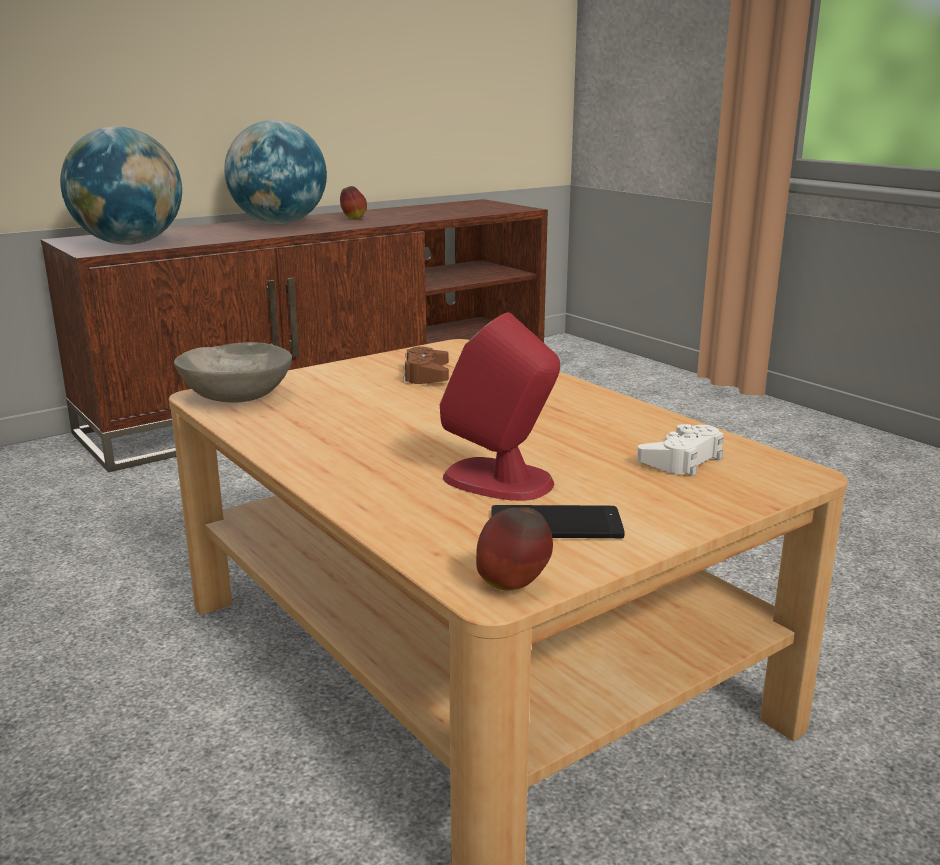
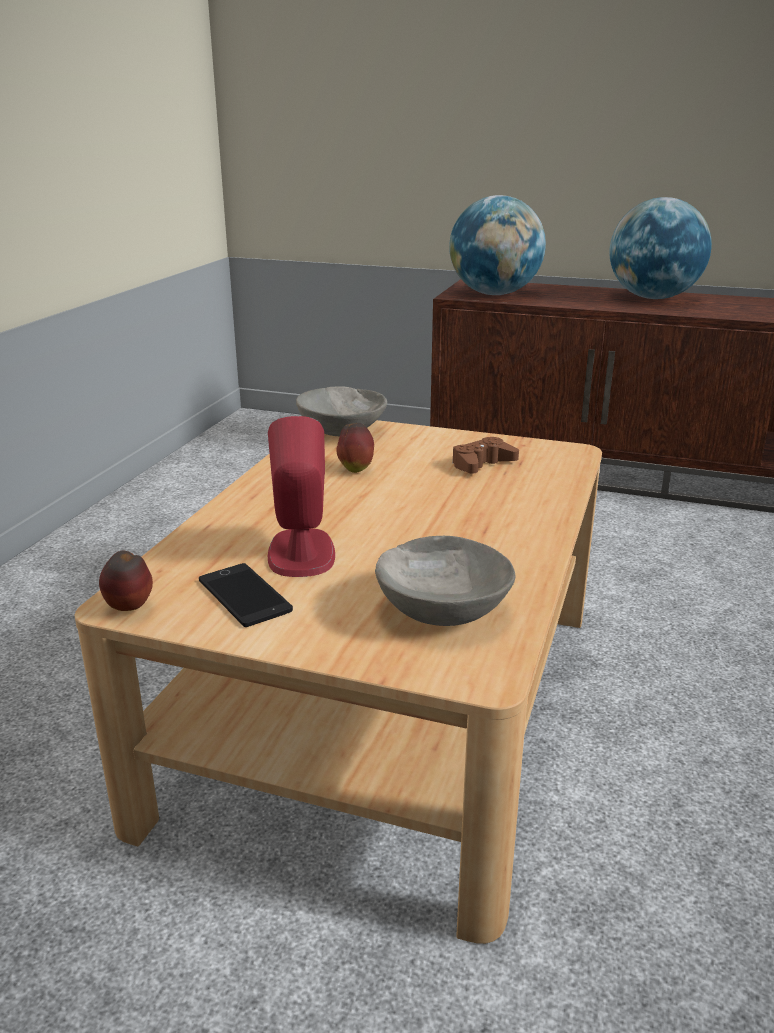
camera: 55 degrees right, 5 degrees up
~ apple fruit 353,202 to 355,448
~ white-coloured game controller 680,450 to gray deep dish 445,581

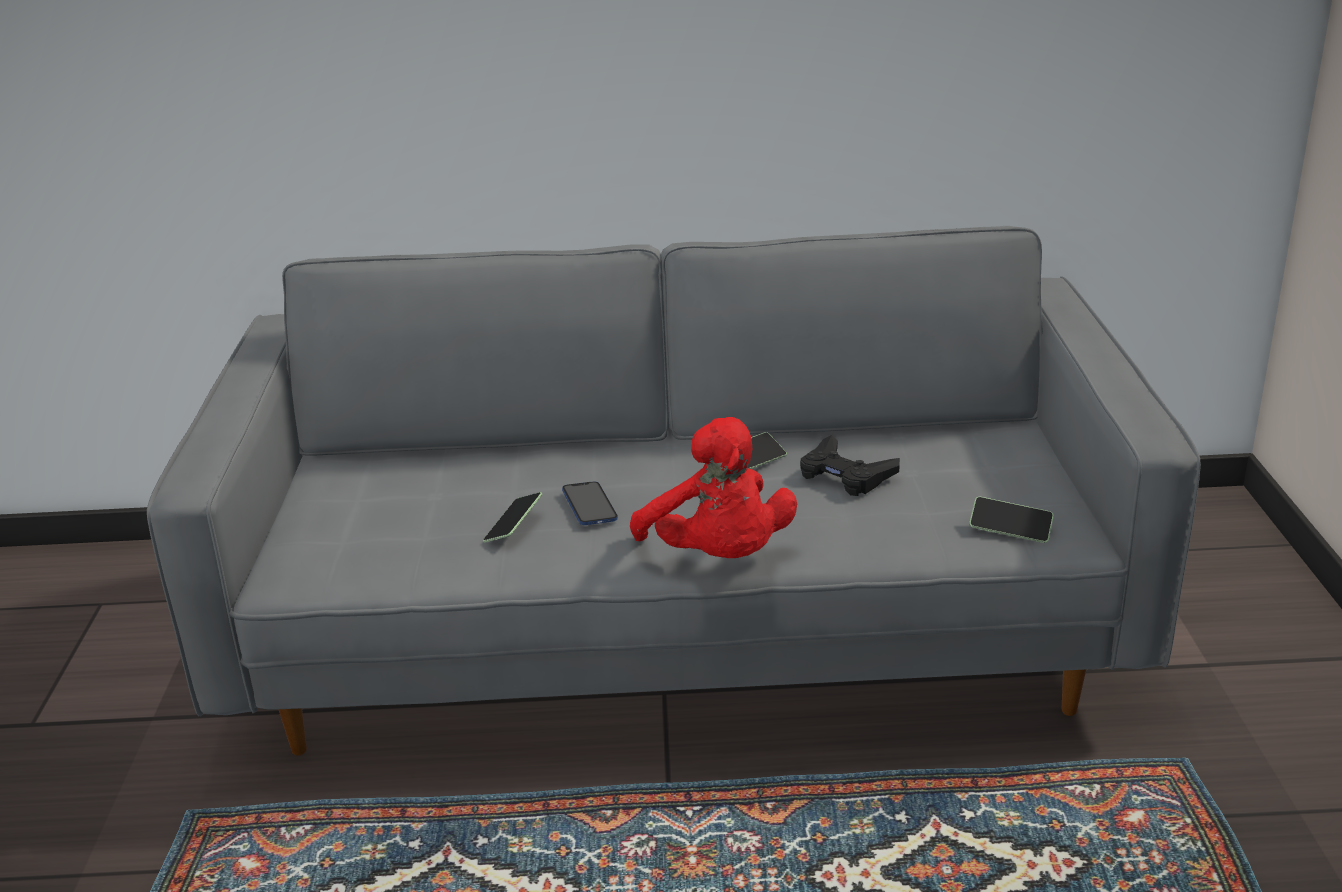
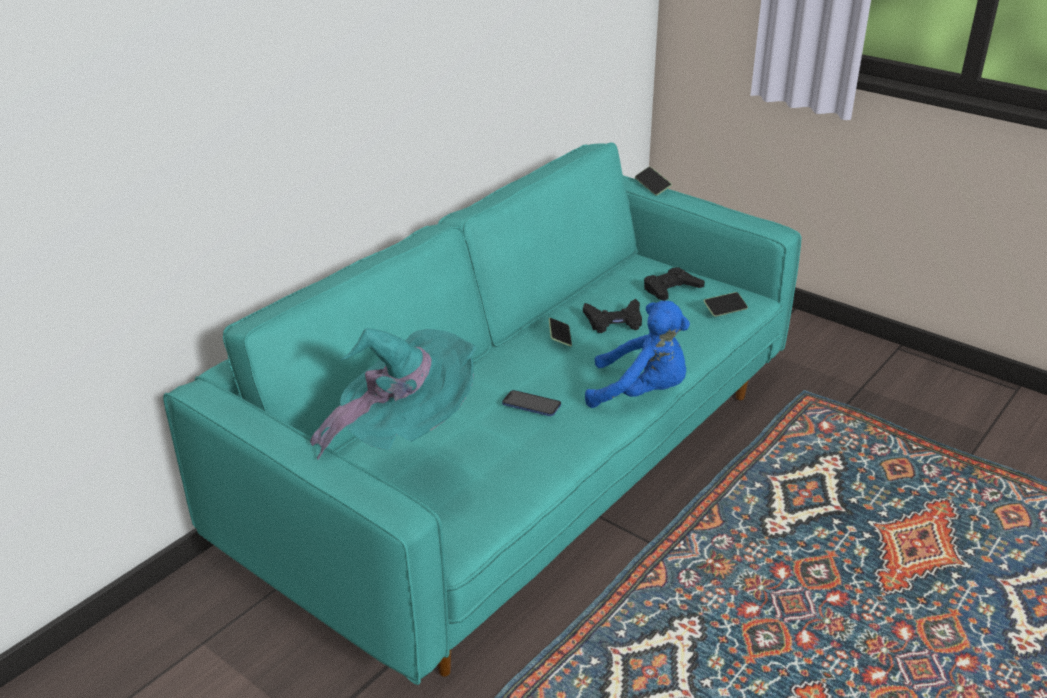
camera: 50 degrees left, 5 degrees up
~ gray settee 674,491 to turquoise settee 482,414
+ turquoise clothing hat 393,394
~ reddish plush toy 713,487 to blue-coloured plush toy 637,354
~ handset 512,517 to 653,181
+ black-coloured game controller 674,284

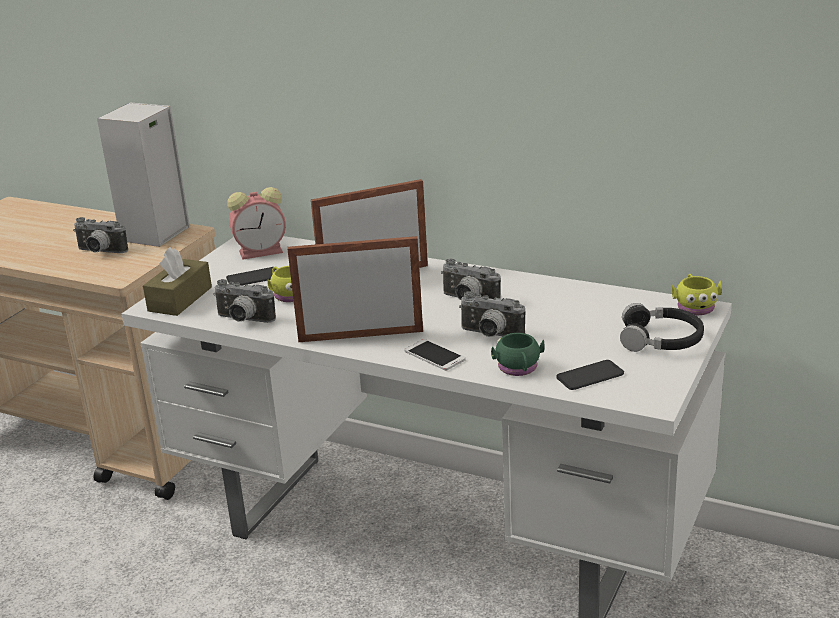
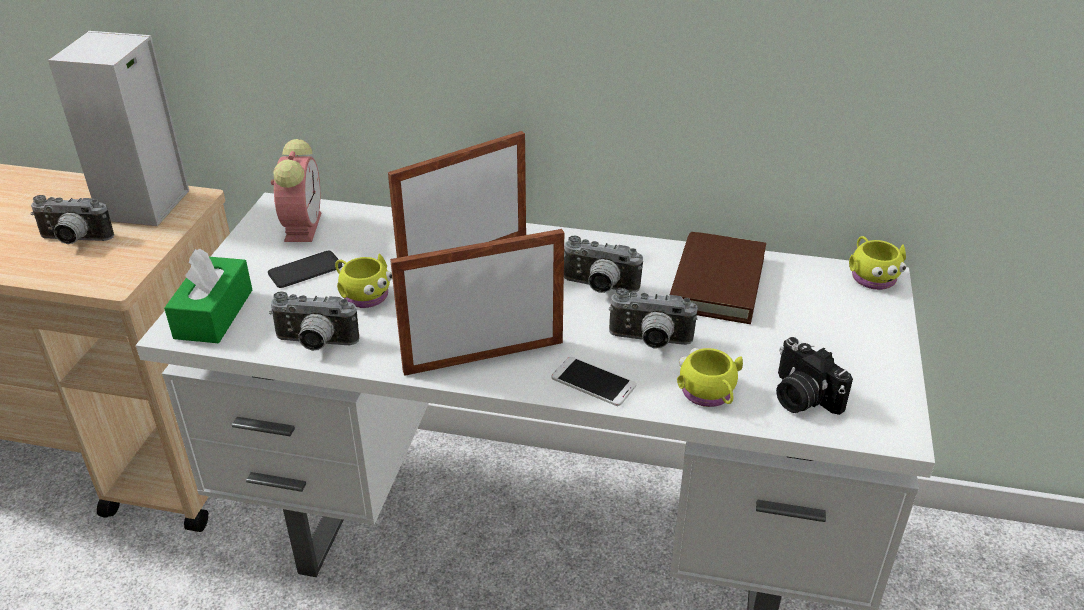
camera: 15 degrees left, 10 degrees up
~ brownish tissue holder 177,281 to green tissue holder 208,296
~ table clock 256,223 = 296,190 60 degrees counterclockwise
+ brownish bound book 718,278
~ green mug 518,354 to yellow-coloured mug 710,377
~ handset 590,375 to still camera 814,376
- black-coloured headset 662,327

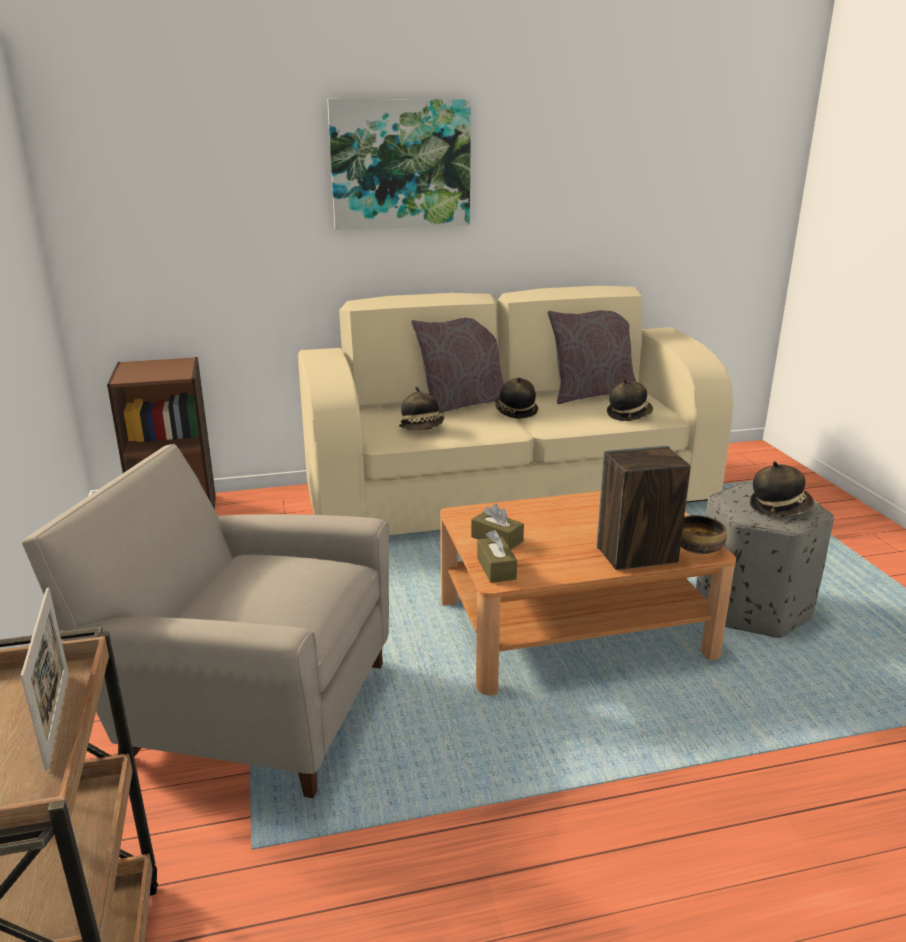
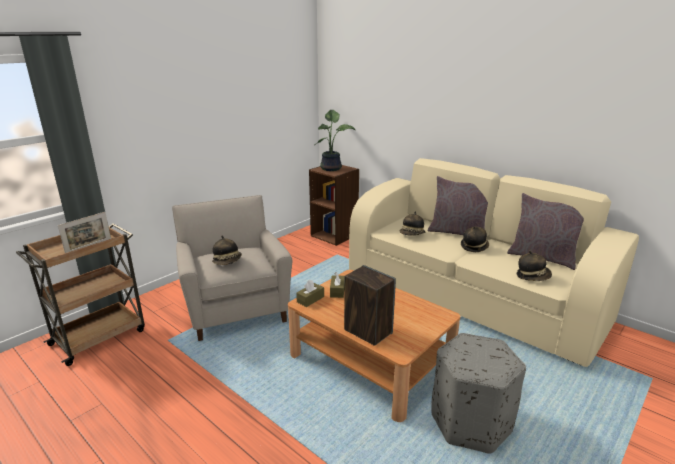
camera: 55 degrees right, 0 degrees up
~ clothing hat 782,489 to 227,250
+ houseplant 334,140
- wall picture 399,164
- deep dish 704,534

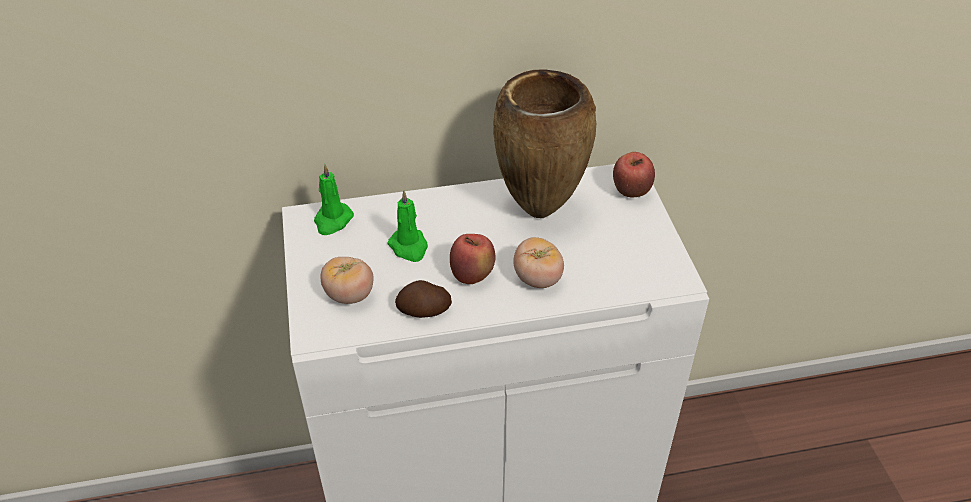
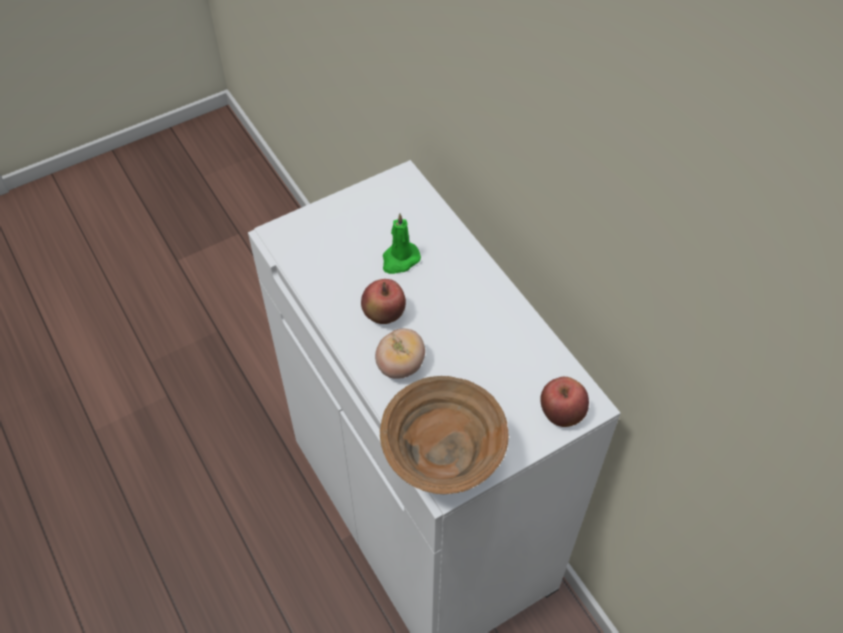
camera: 70 degrees right, 10 degrees up
+ brownish deep dish 444,435
- green wax light 334,199
- fresh tomato 347,280
- potato 423,299
- brownish vase 544,144

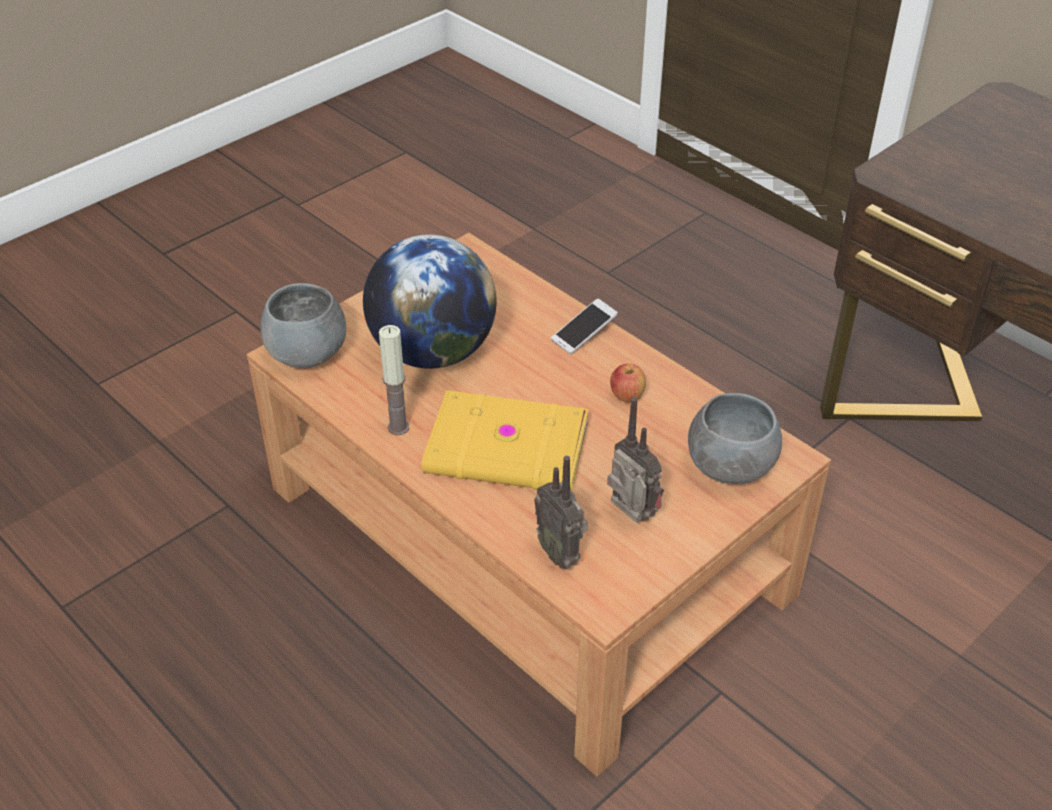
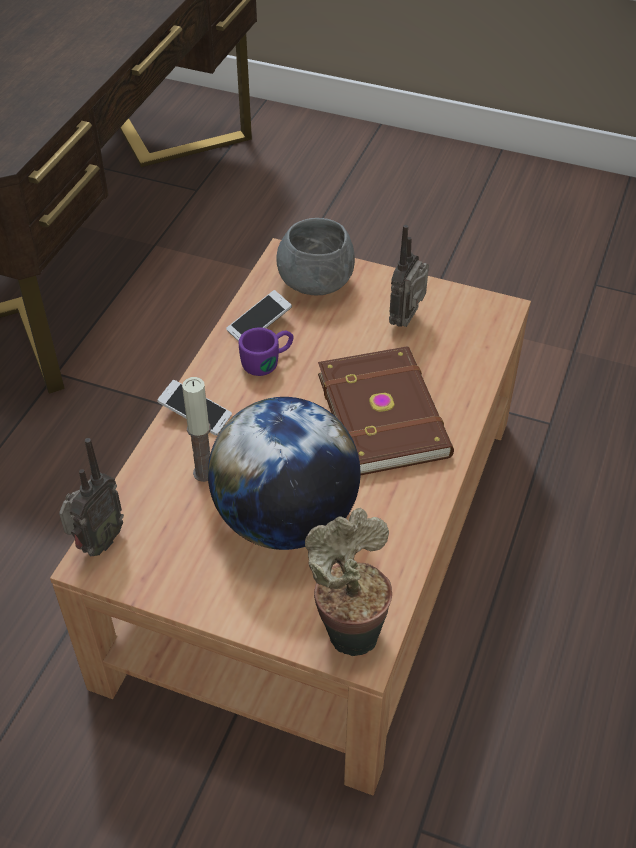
camera: 115 degrees left, 5 degrees up
~ radio receiver 561,512 to 91,497
~ wax light 394,380 to 196,429
+ handset 259,316
~ apple fruit 628,383 to purplish mug 266,351
~ gray deep dish 303,325 to houseplant 348,582
~ yellow-coloured bound book 505,440 to brownish bound book 386,410

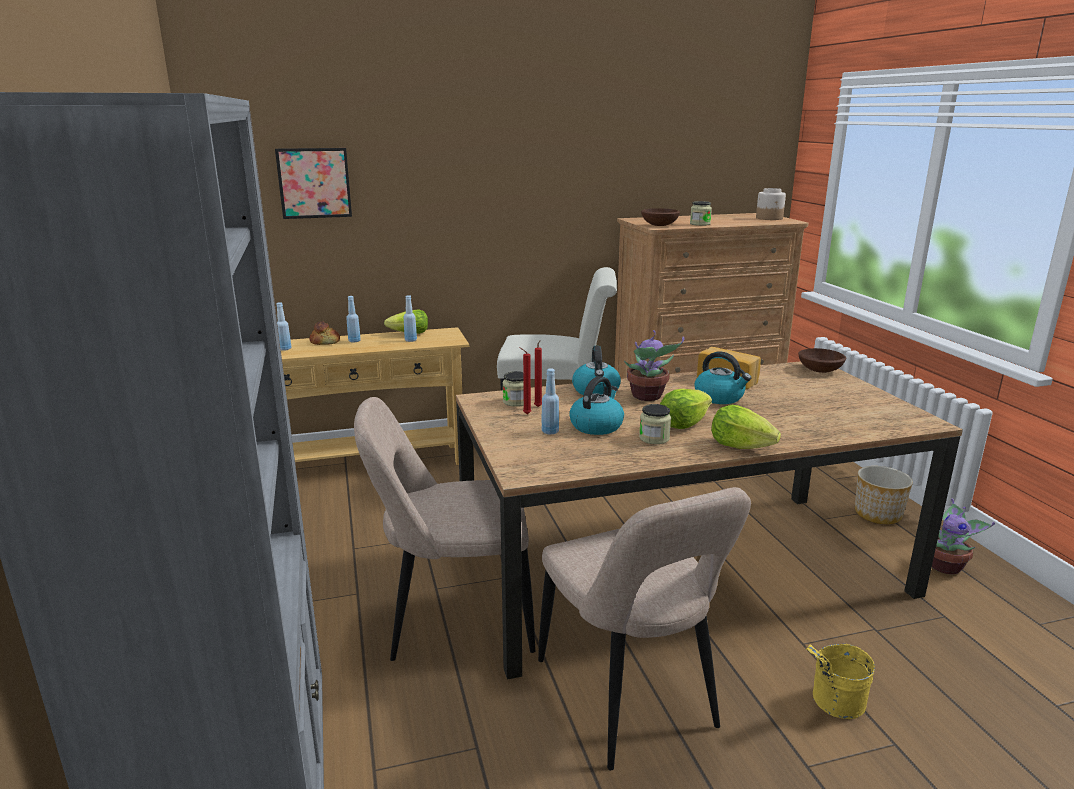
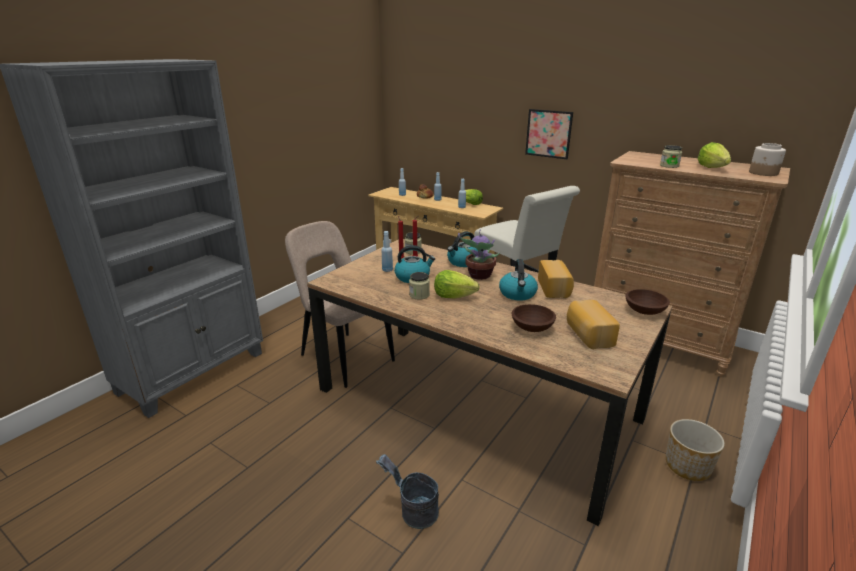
camera: 50 degrees right, 5 degrees up
~ yellow-coloured pail 840,681 to gray pail 407,491
~ brownish deep dish 660,217 to 534,318
~ wall picture 313,183 to 549,134
+ baked bread 593,324
~ head of lettuce 746,427 to 714,155
- beige chair 644,628
- houseplant 963,536

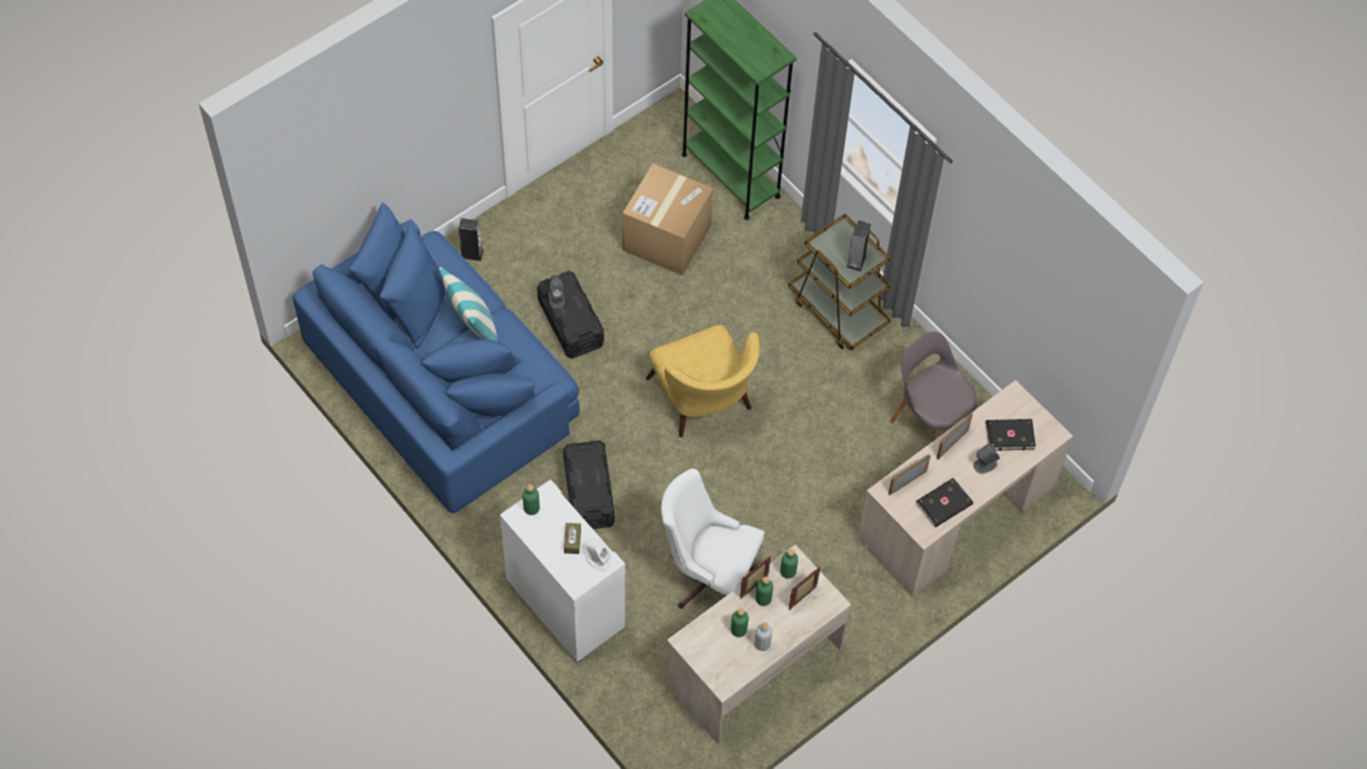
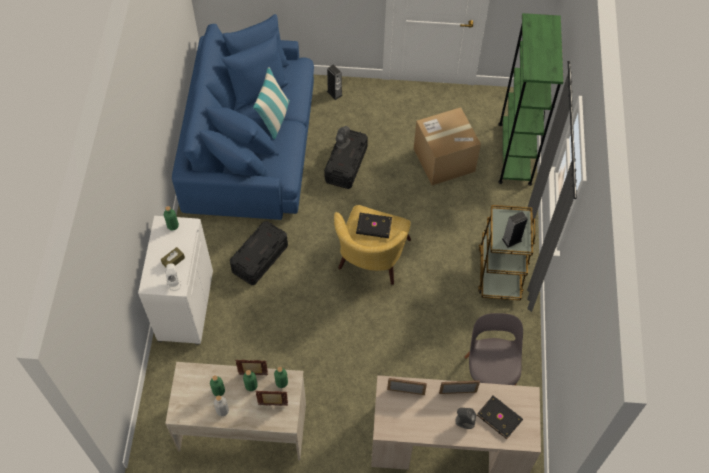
camera: 45 degrees right, 0 degrees up
~ black-coloured bound book 944,503 to 374,225
- white-coloured office chair 713,538

